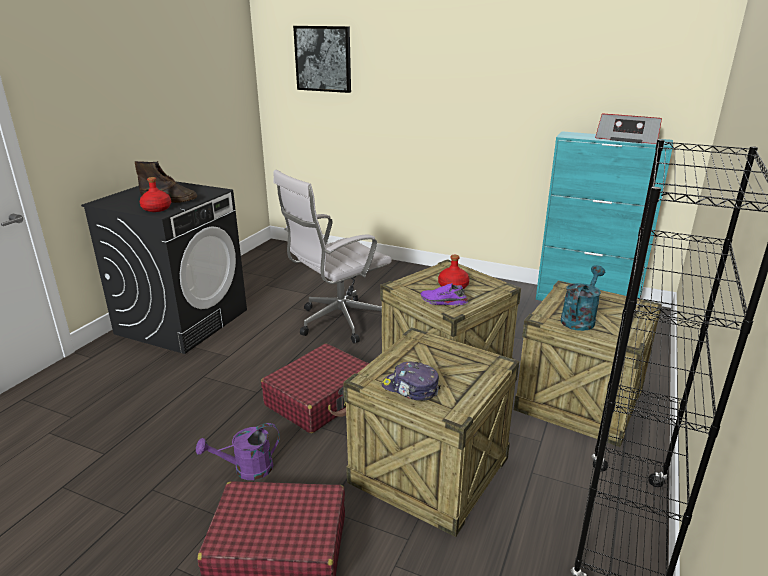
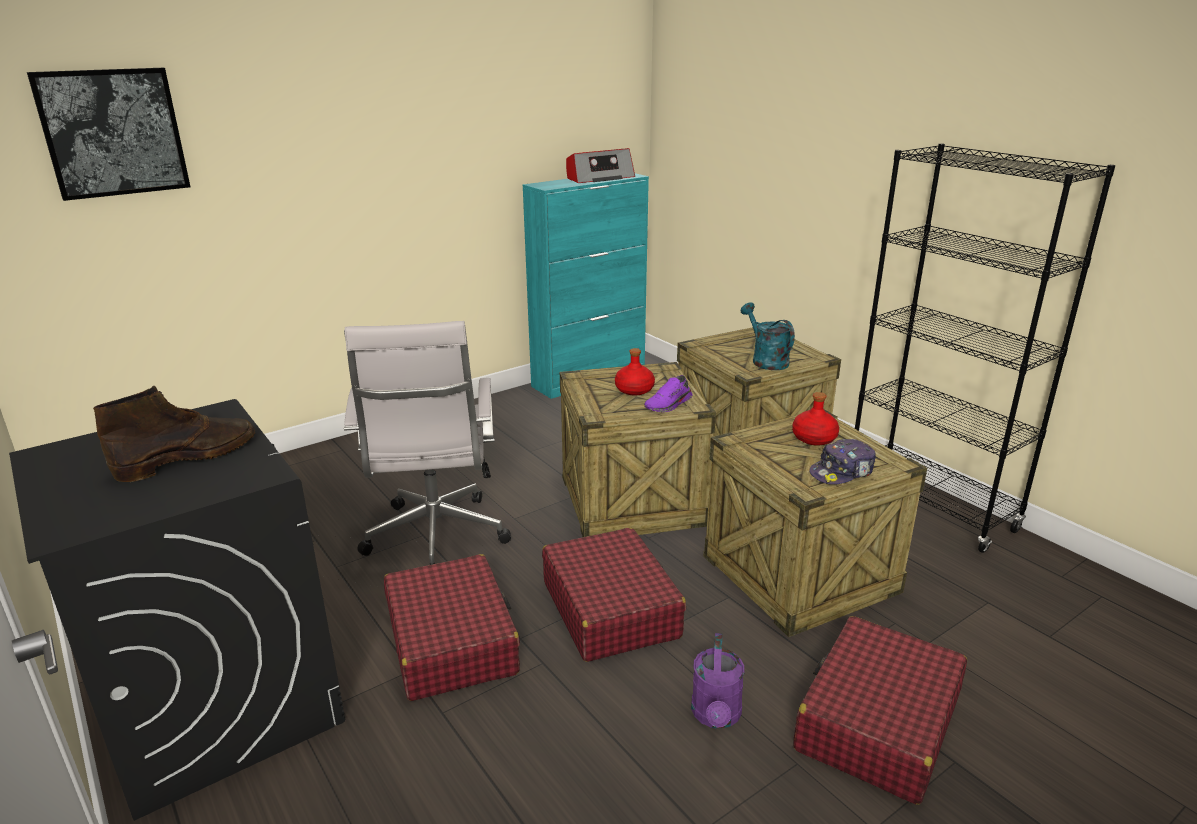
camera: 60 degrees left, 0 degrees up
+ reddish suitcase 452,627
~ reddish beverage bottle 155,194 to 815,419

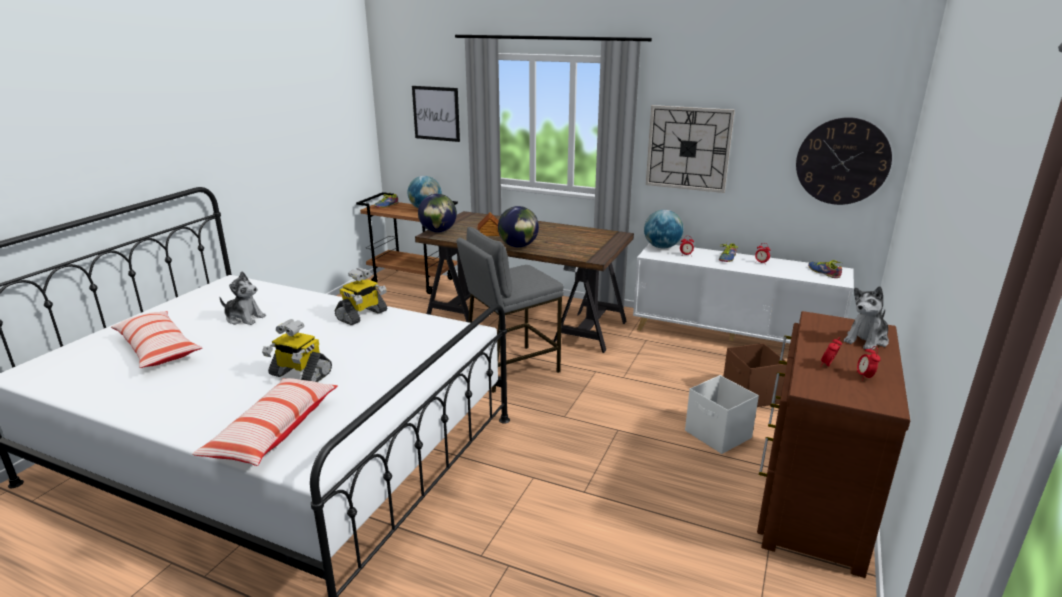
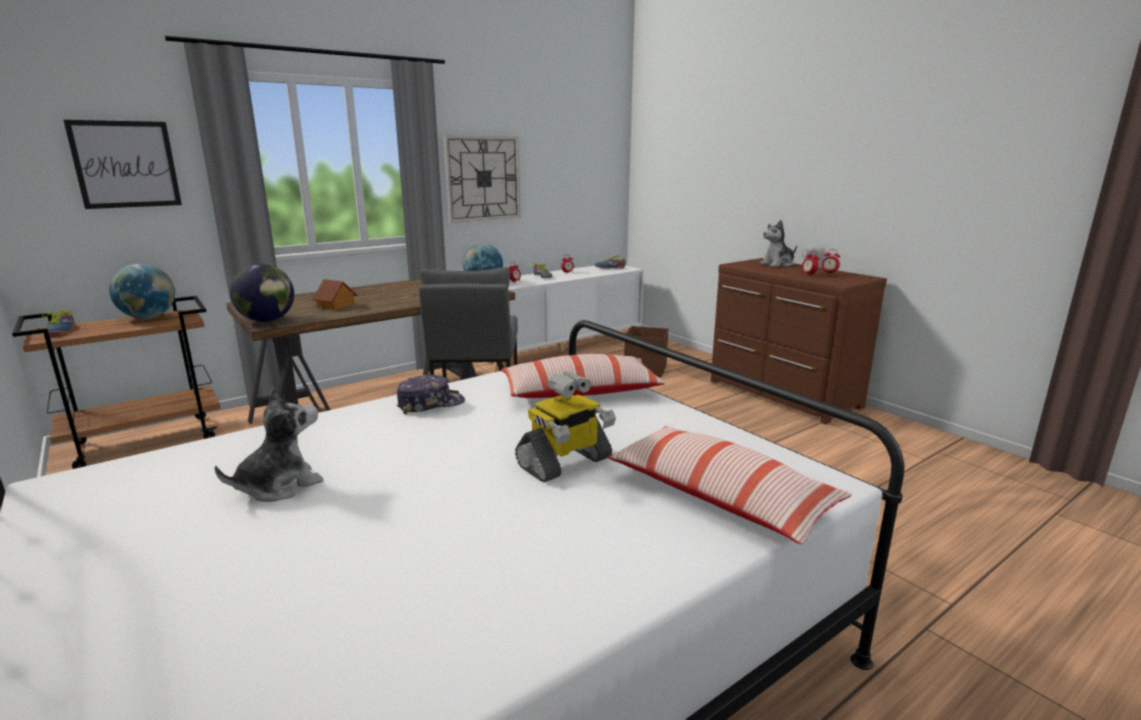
camera: 60 degrees left, 5 degrees down
~ toy robot 361,296 to peaked cap 431,394
~ pillow 156,339 to 583,376
~ plush toy 866,318 = 778,243 75 degrees clockwise
- globe 518,227
- white-coloured storage box 722,414
- clock on the wall 844,161

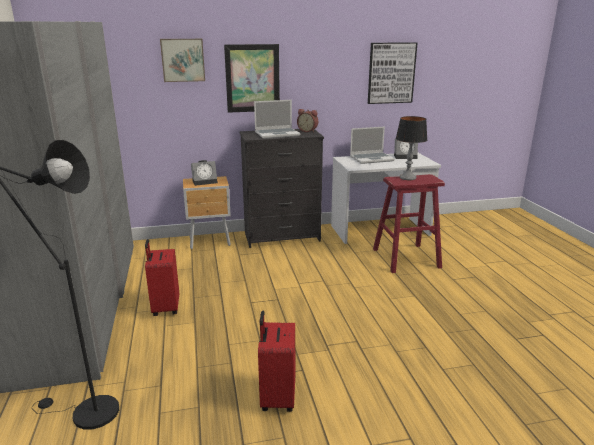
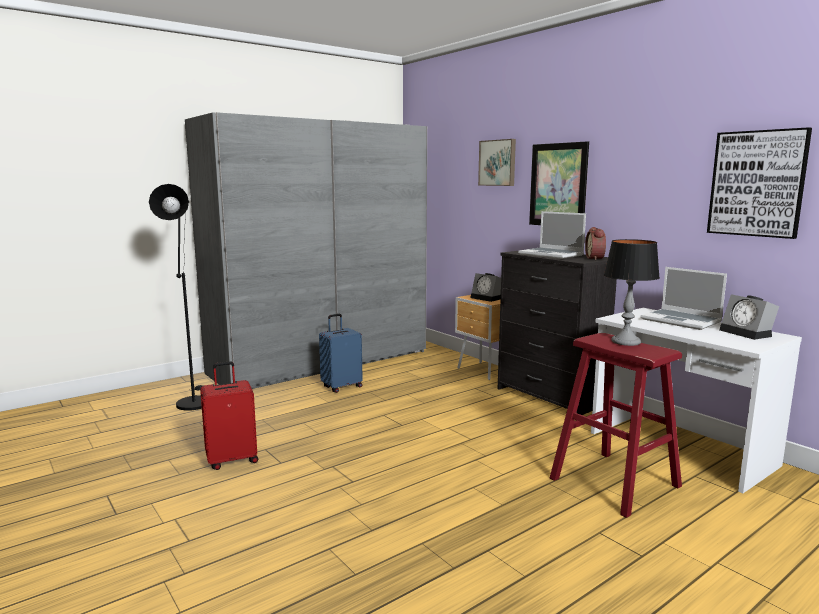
camera: 65 degrees right, 10 degrees down
~ reddish suitcase 162,277 to blue-coloured suitcase 341,353

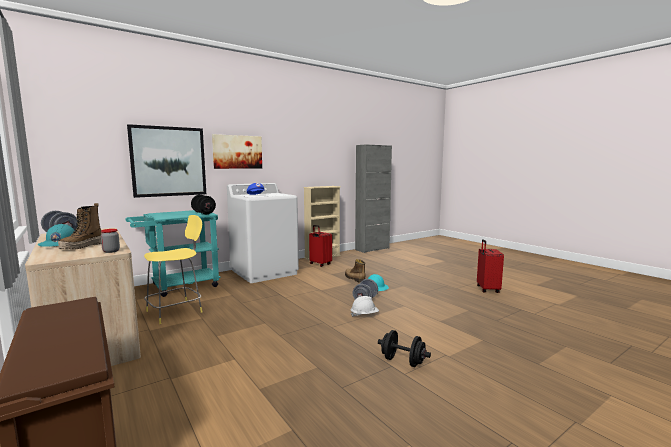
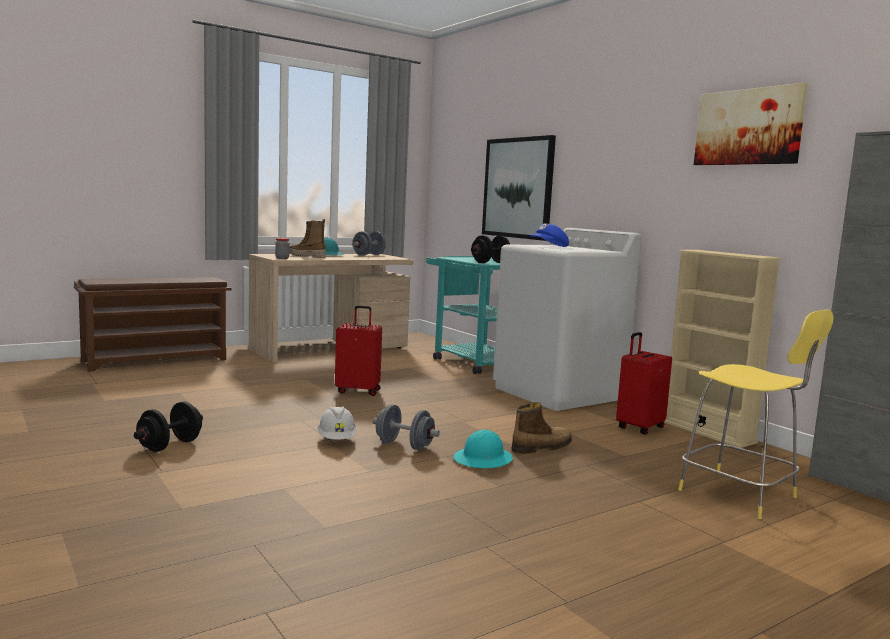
camera: 90 degrees right, 0 degrees up
~ reddish suitcase 490,266 to 358,350
~ yellow-coloured stool 173,269 to 755,414
~ wall picture 237,151 to 751,124

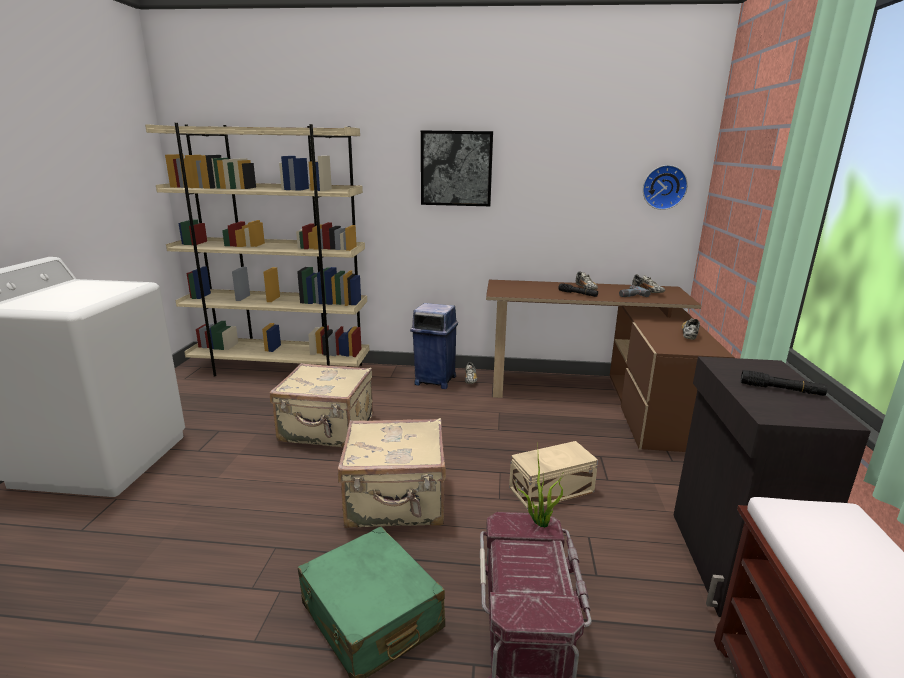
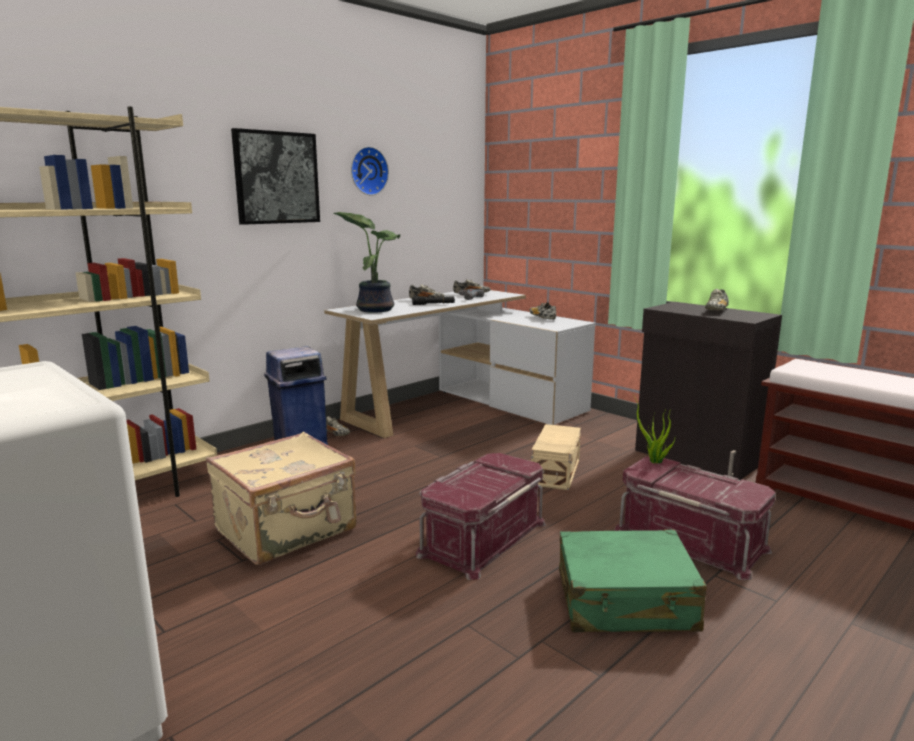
camera: 50 degrees left, 5 degrees down
~ brownish desk unit 610,366 to white-coloured desk unit 460,364
+ houseplant 367,262
~ clock on the wall 665,187 to 370,171
~ beige suitcase 392,473 to reddish storage box 481,516
~ black-coloured flashlight 784,383 to item of footwear 717,300

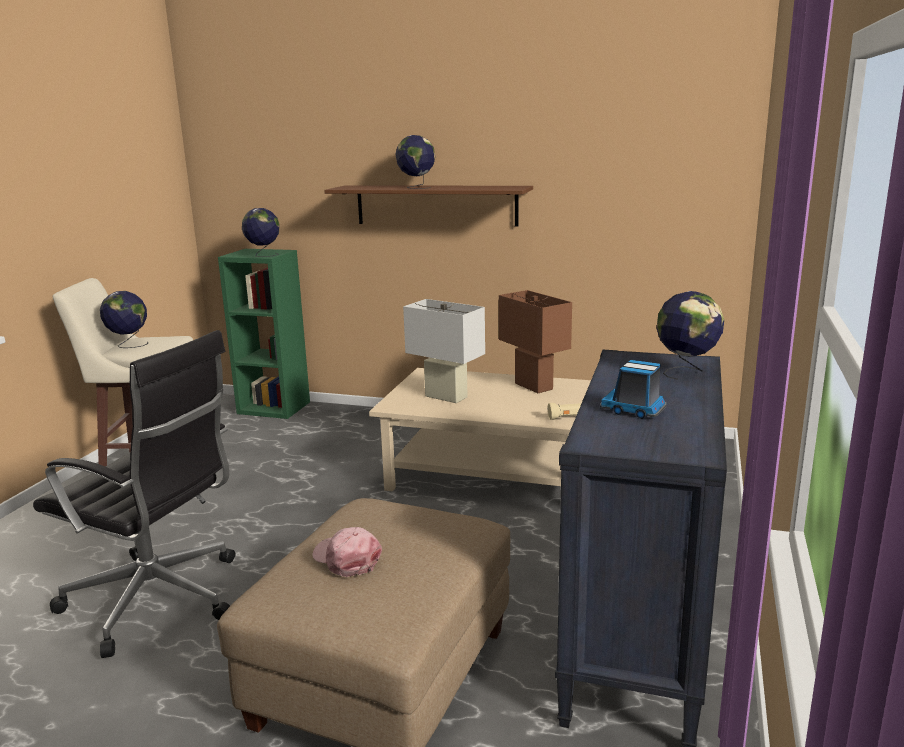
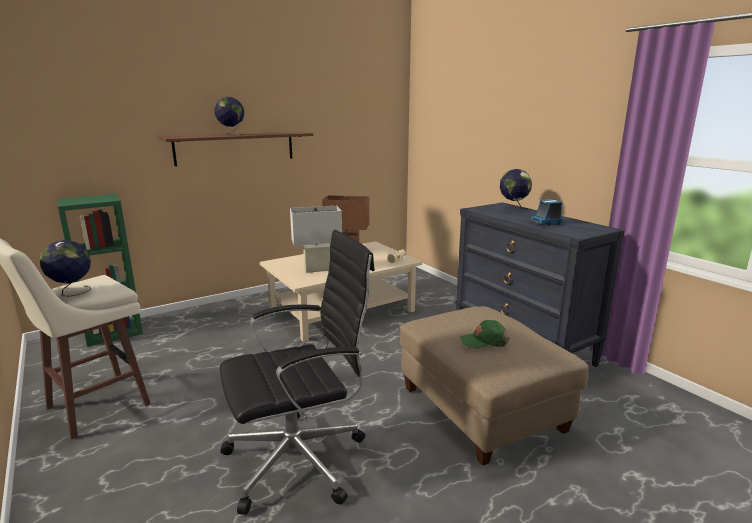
camera: 50 degrees left, 0 degrees up
~ pink-coloured peaked cap 347,552 to green peaked cap 485,334
- globe 261,232

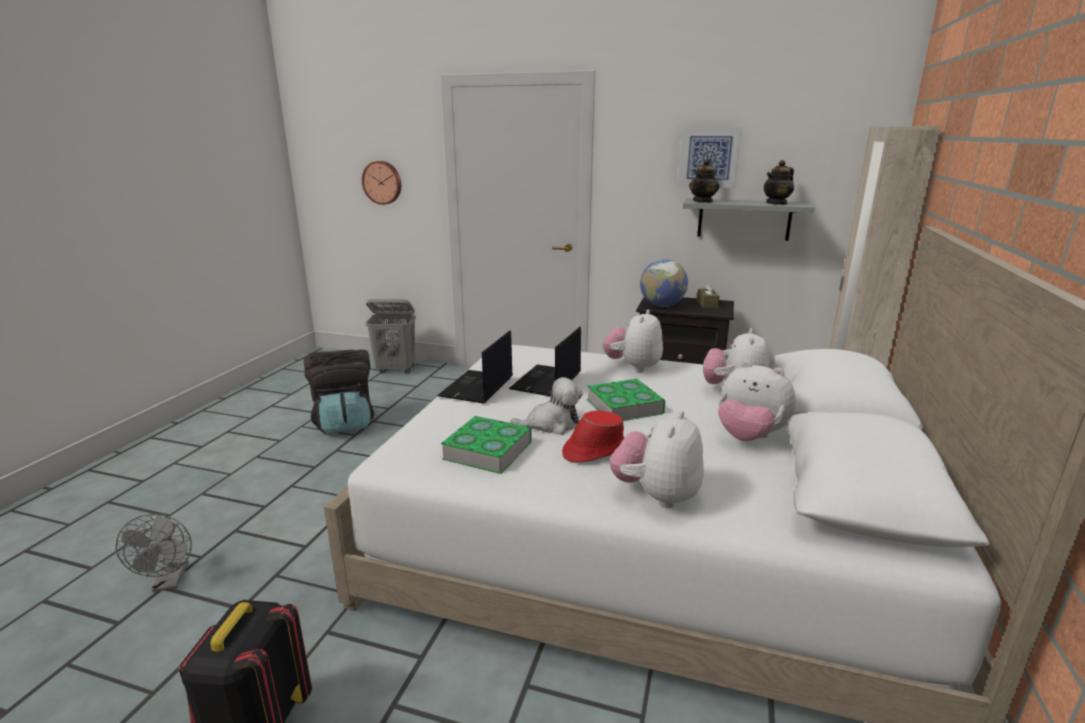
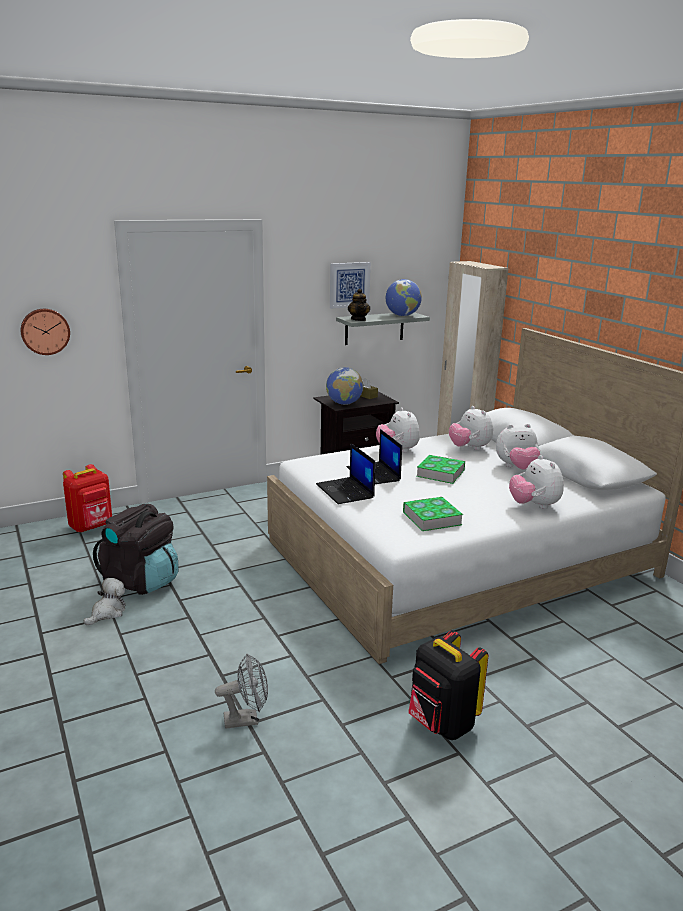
camera: 45 degrees left, 0 degrees up
~ gray hamper 391,336 to reddish backpack 87,498
~ plush toy 547,406 to 105,601
~ gray fan 154,553 = 241,691 45 degrees counterclockwise
~ pot for tea 779,182 to globe 404,297
- reddish clothing hat 593,437

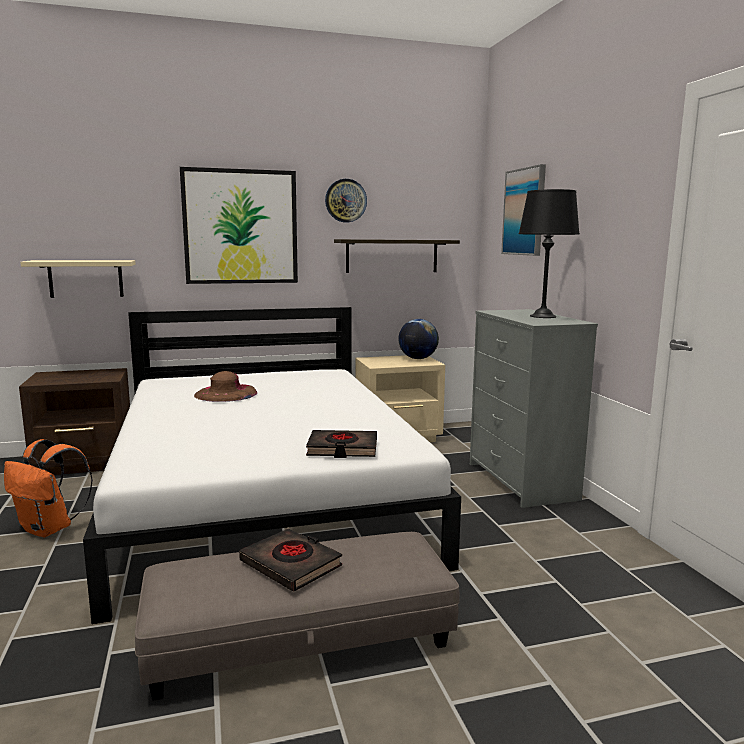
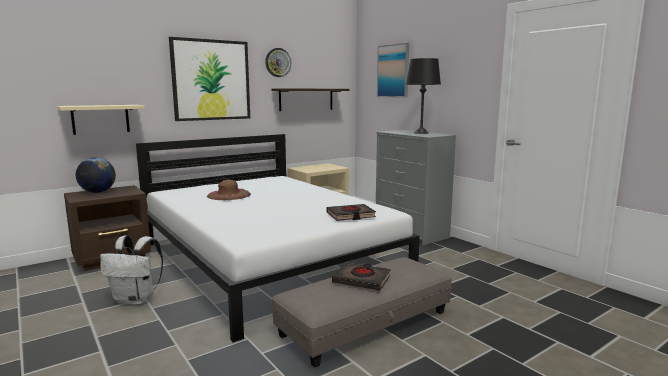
camera: 20 degrees left, 0 degrees up
~ globe 418,339 to 96,175
~ orangey backpack 48,488 to white-coloured backpack 131,270

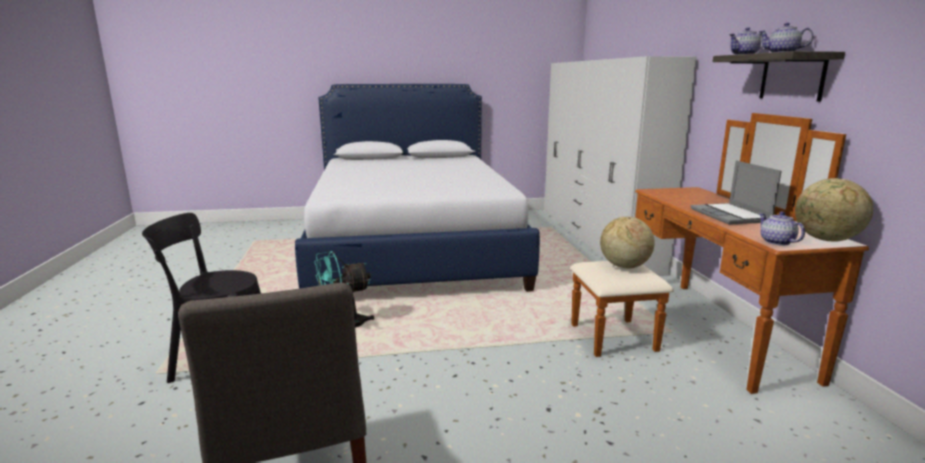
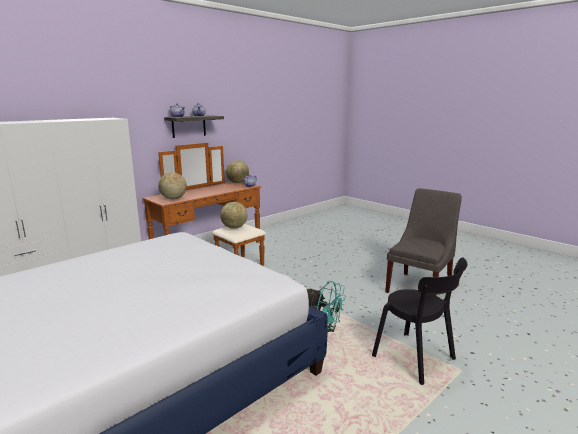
camera: 125 degrees left, 0 degrees up
+ globe 172,185
- portable computer 735,192

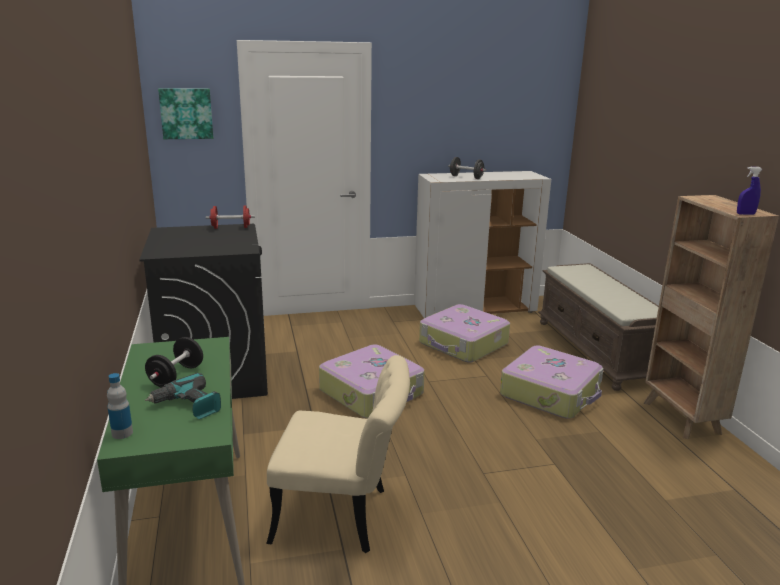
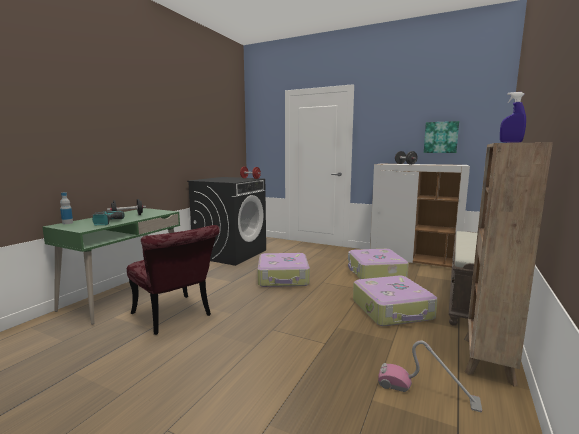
camera: 40 degrees right, 10 degrees down
~ beige chair 338,454 to reddish chair 173,280
+ vacuum 430,376
~ wall picture 185,113 to 441,137

